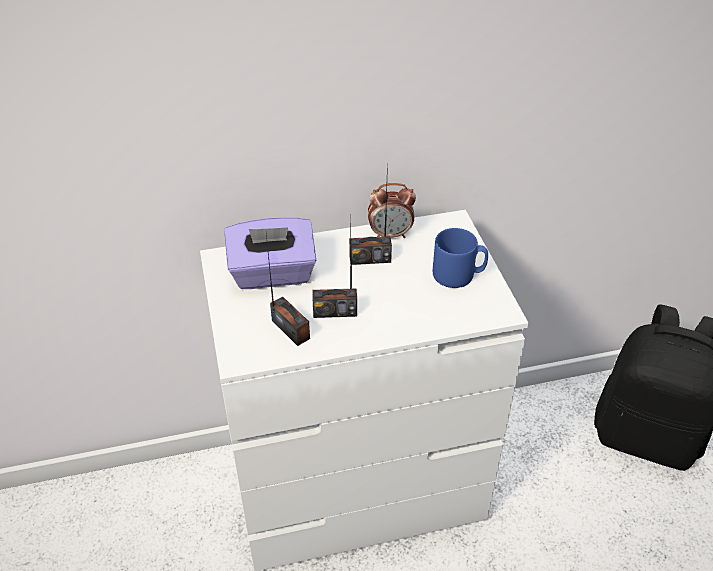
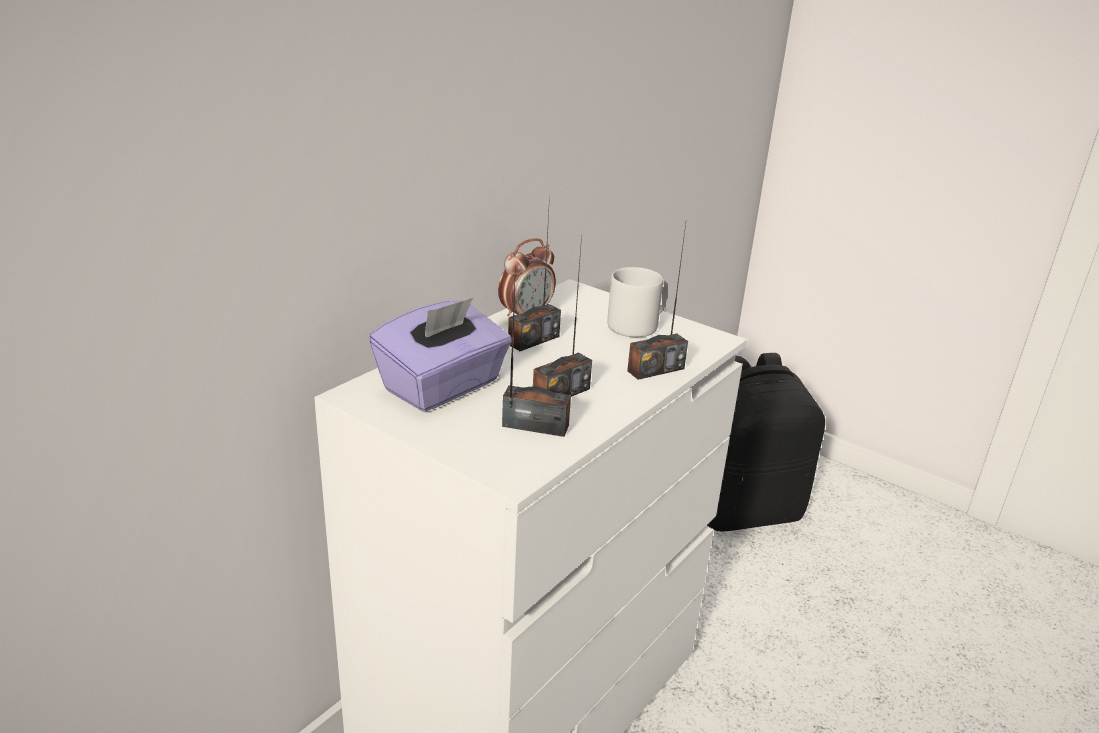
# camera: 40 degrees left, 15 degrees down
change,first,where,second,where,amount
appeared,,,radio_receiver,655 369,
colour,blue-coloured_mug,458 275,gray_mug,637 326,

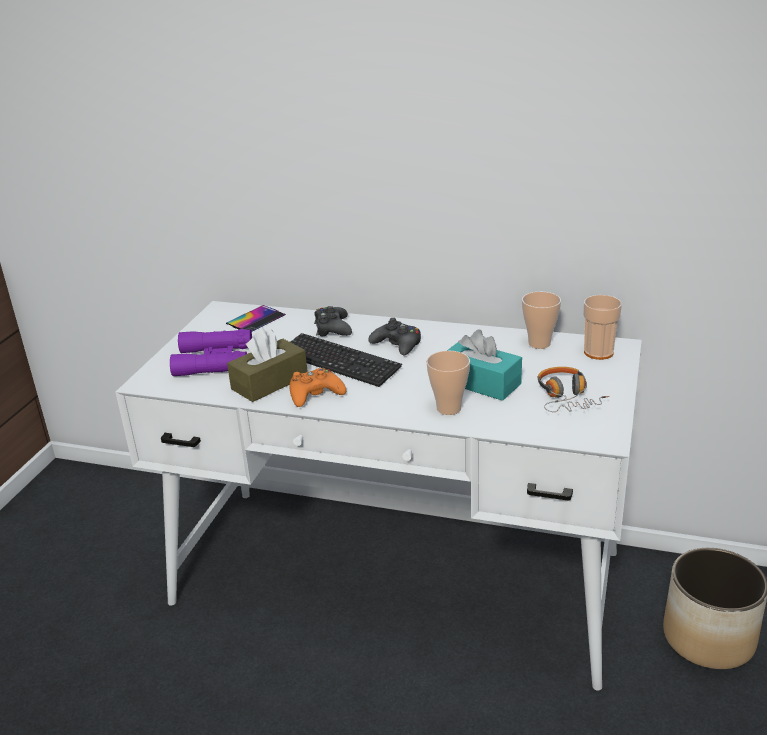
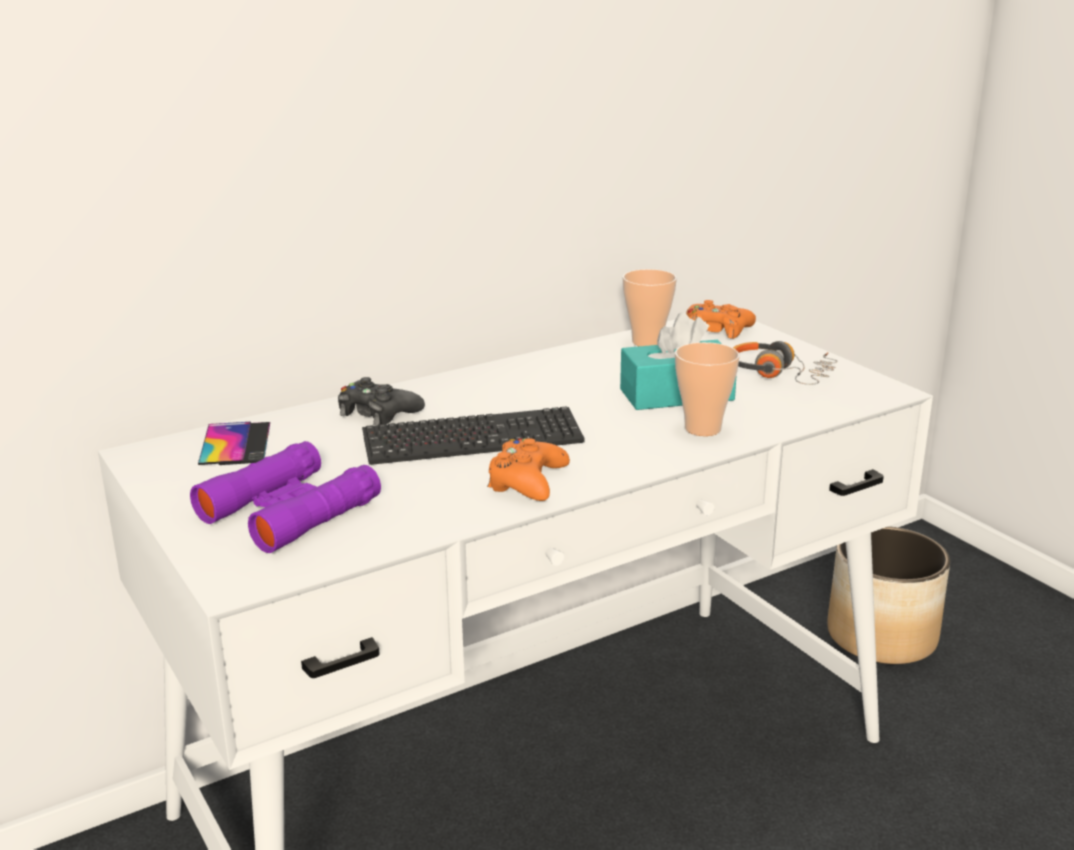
# camera: 50 degrees left, 5 degrees down
change,first,where,second,where,amount
missing,brown_box_of_tissues,269 382,,,
missing,blackish_gamepad,397 344,,,
exchanged,cup,598 352,orange_gamepad,717 330,

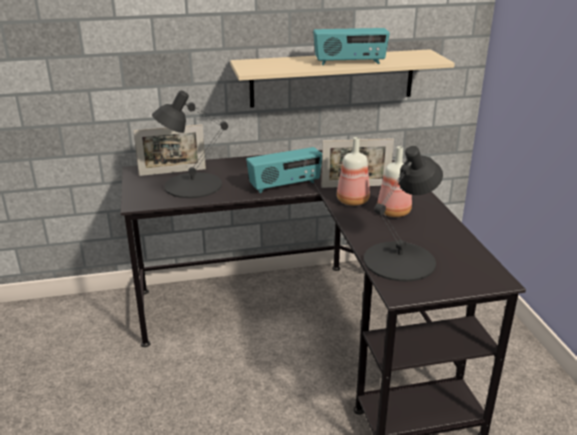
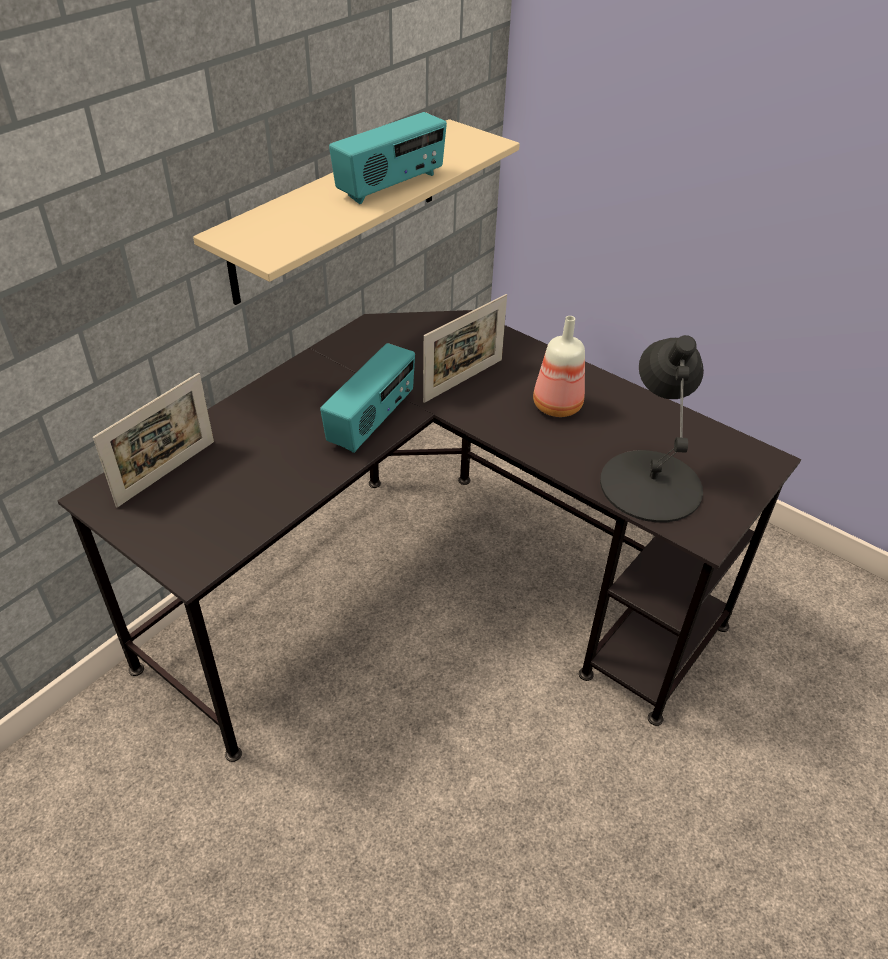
# camera: 40 degrees left, 15 degrees up
change,first,where,second,where,amount
missing,blackish_table_lamp,192 185,,,
missing,drink_bottle,351 200,,,

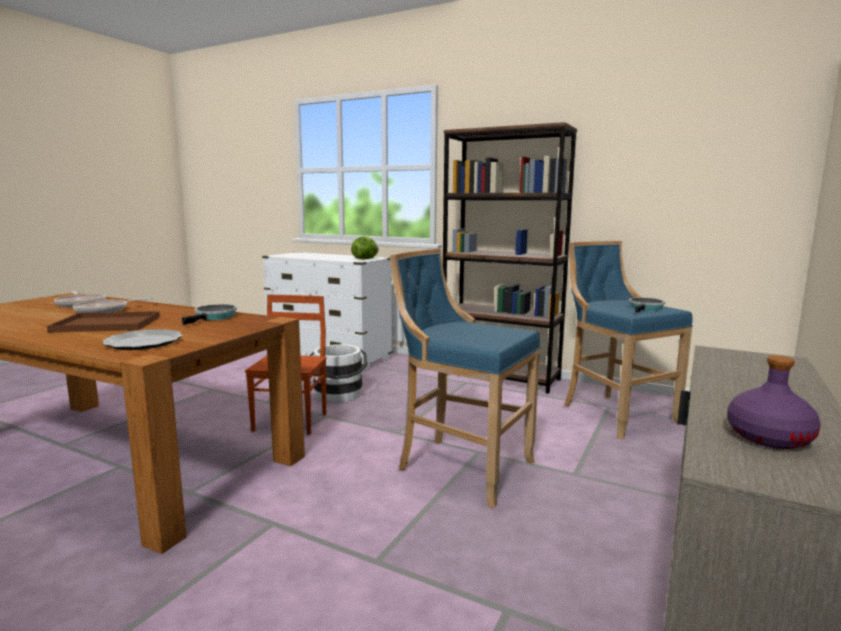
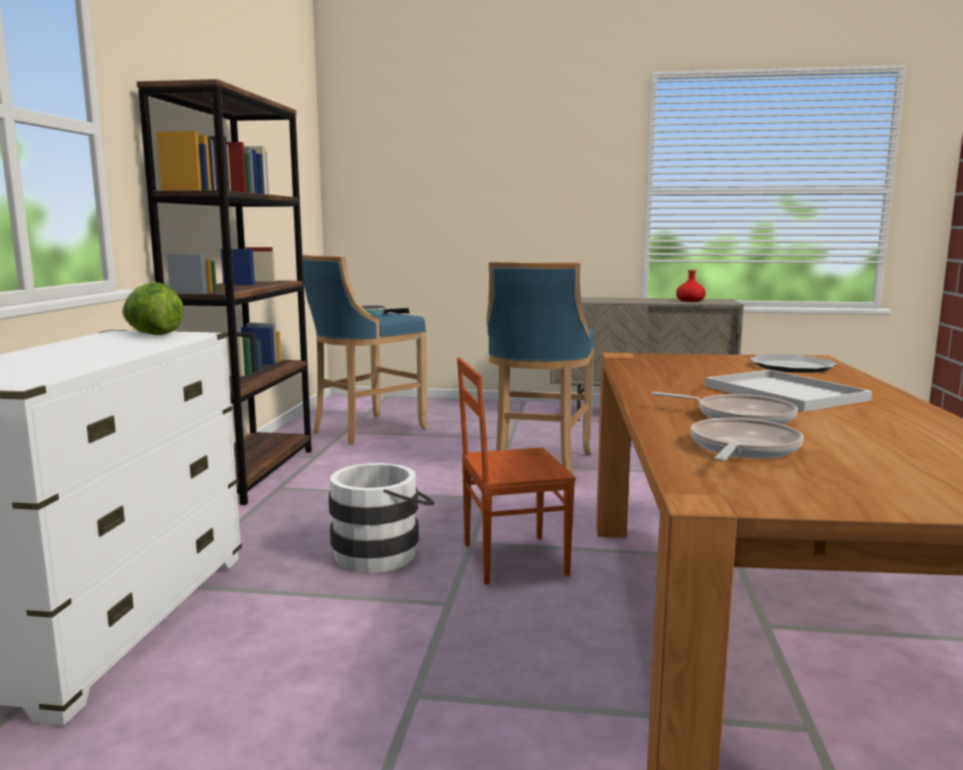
# camera: 110 degrees left, 0 degrees up
change,first,where,second,where,amount
missing,skillet,214 317,,,
colour,brown_carrying_tray,109 324,white-coloured_carrying_tray,781 392,
colour,purple-coloured_drink_bottle,768 437,reddish_drink_bottle,690 301,

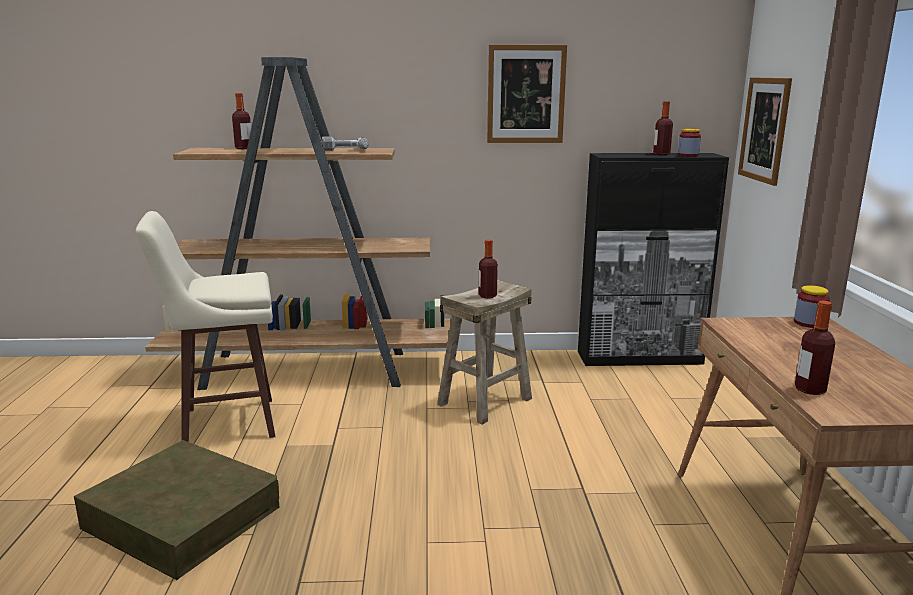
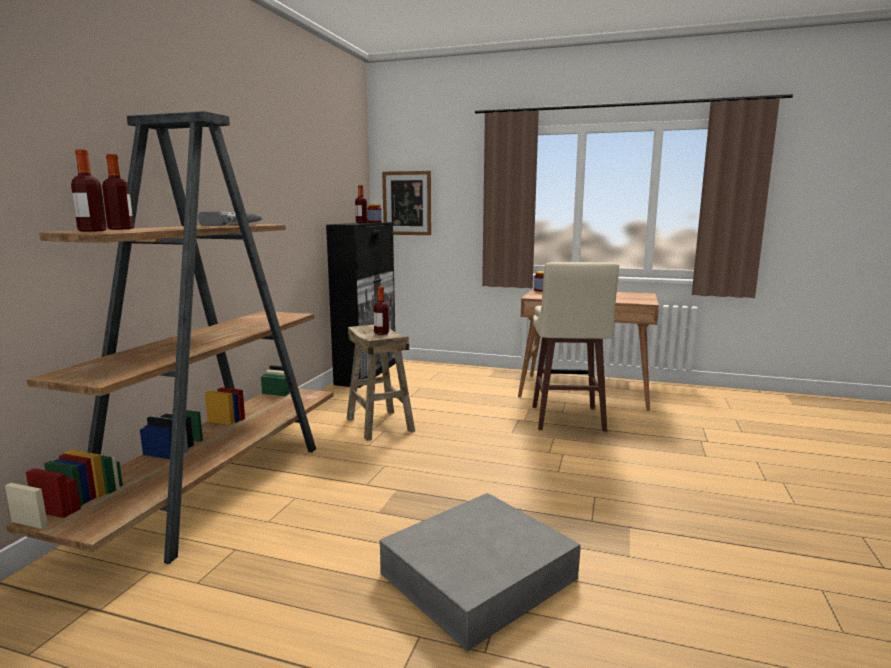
# camera: 70 degrees left, 5 degrees down
change,first,where,second,where,amount
missing,wall_picture,526 94,,,
relocated,beige-coloured_stool,225 423,,567 419,
relocated,drink_bottle,810 389,,92 231,
colour,brown_storage_box,182 517,gray_storage_box,478 575,

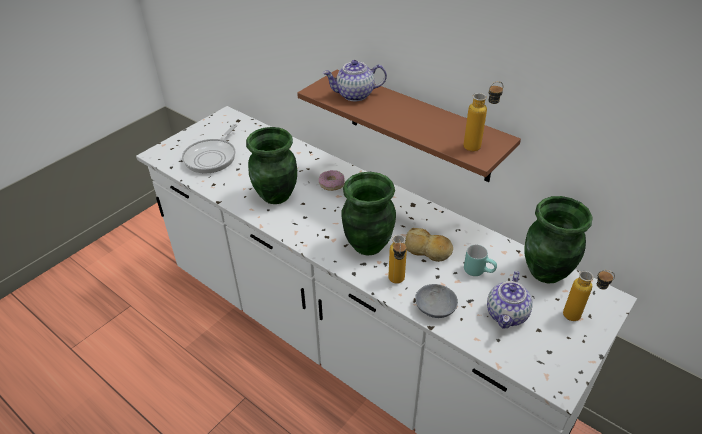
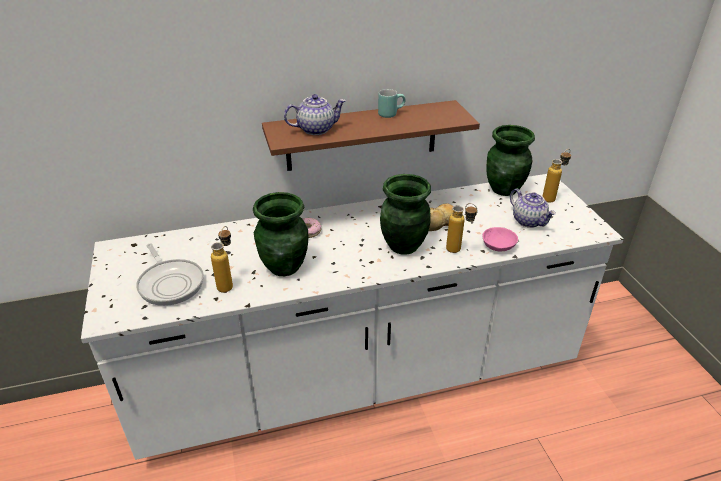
# camera: 55 degrees left, 5 degrees down
change,first,where,second,where,amount
relocated,drink_bottle,478 146,,228 283,
relocated,turquoise-coloured_mug,479 271,,390 113,
colour,gray_serving_bowl,434 308,pink-coloured_serving_bowl,498 246,
spun,pot_for_tea,354 95,,316 129,135 degrees counterclockwise

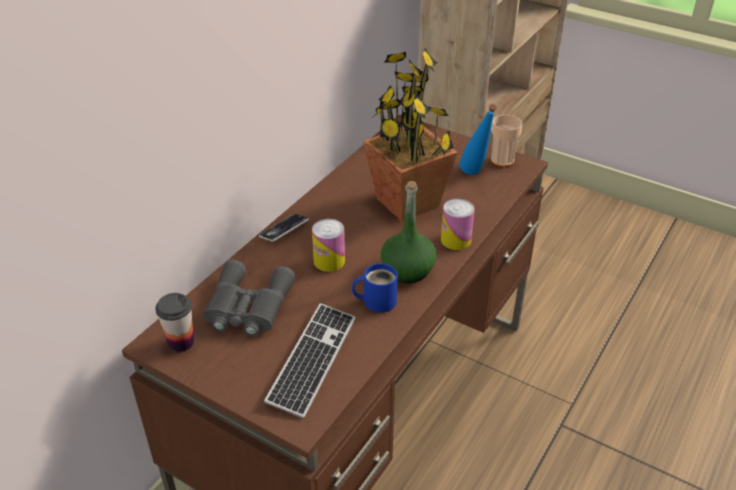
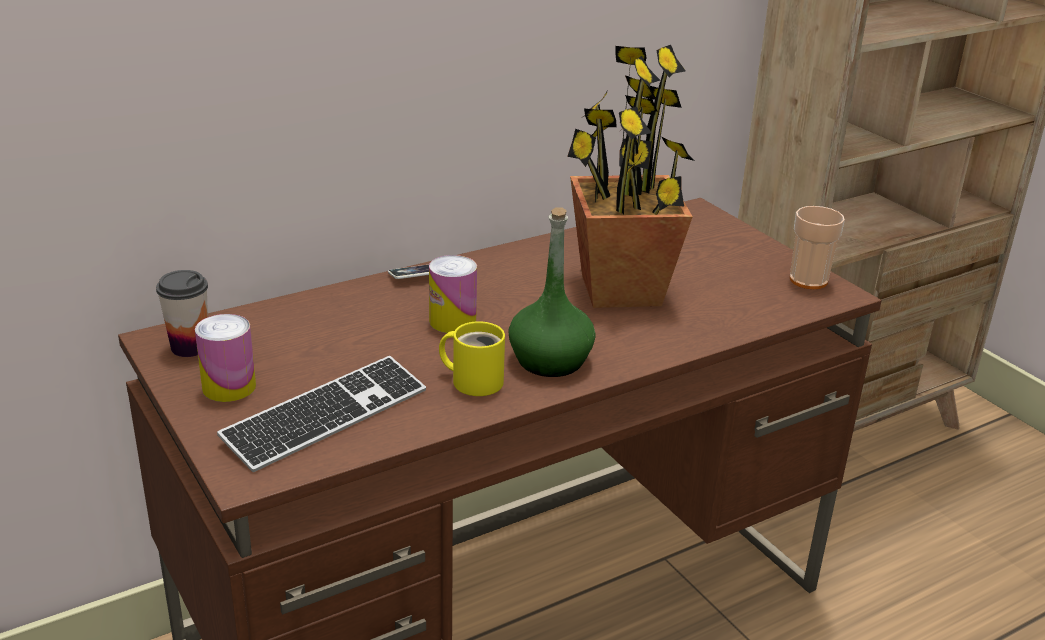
# camera: 25 degrees right, 10 degrees down
change,first,where,second,where,amount
missing,gray_binoculars,247 307,,,
missing,blue-coloured_drink_bottle,475 176,,,
relocated,sealed_can,456 240,,229 387,
colour,blue-coloured_mug,376 300,yellowish_mug,474 380,

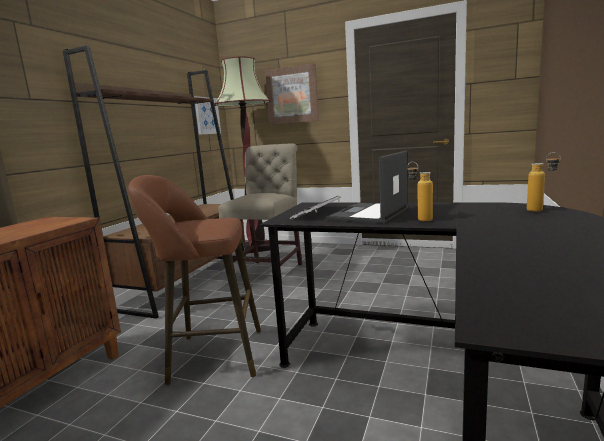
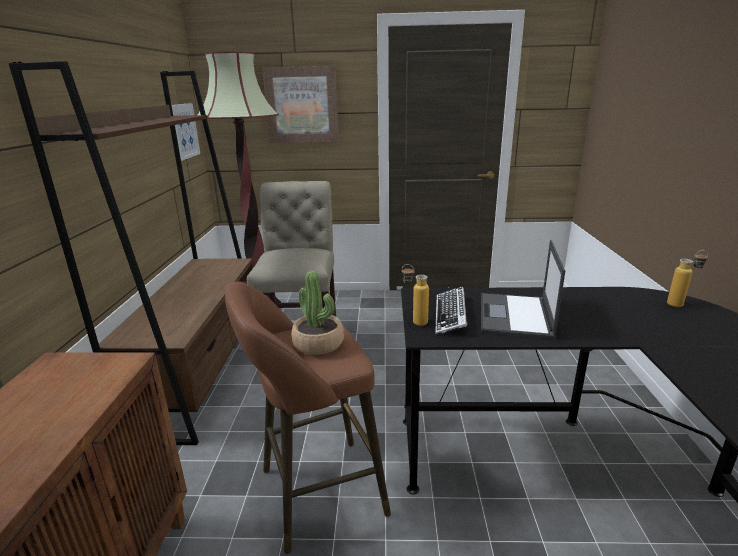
# camera: 20 degrees left, 10 degrees up
change,first,where,second,where,amount
appeared,,,plant_in_a_pot,318 343,
relocated,drink_bottle,419 219,,414 321,

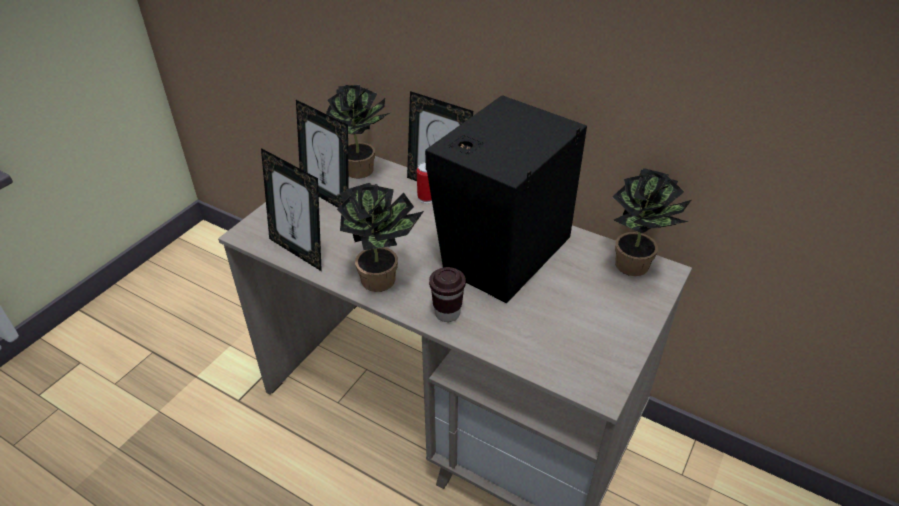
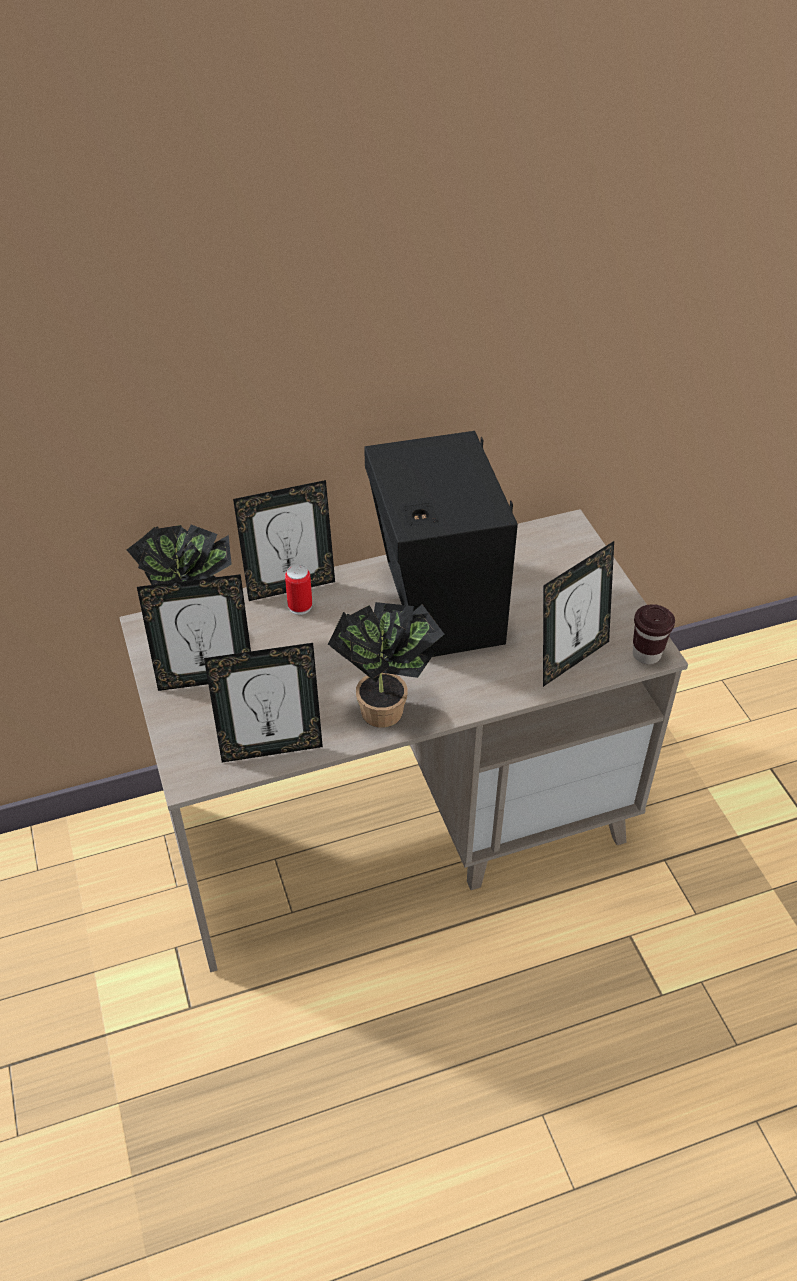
# camera: 50 degrees left, 5 degrees up
change,first,where,second,where,amount
missing,plant_in_a_pot,636 267,,,
appeared,,,photo_frame,570 659,
relocated,brown_cup,447 313,,646 654,

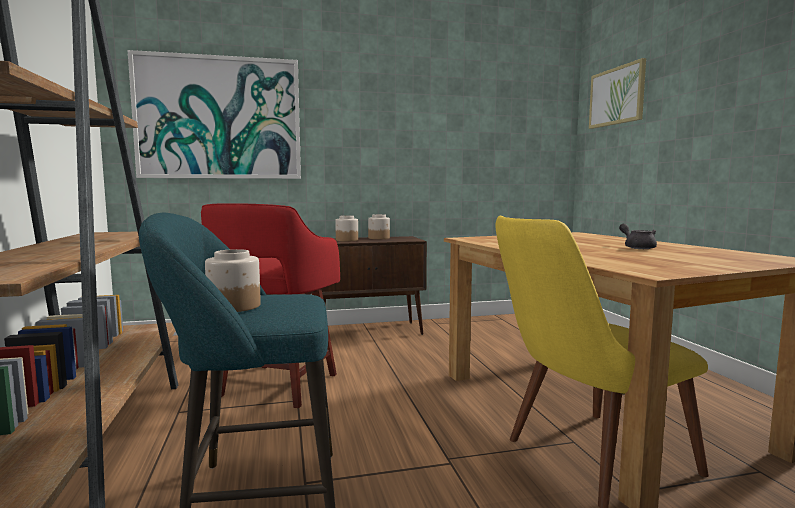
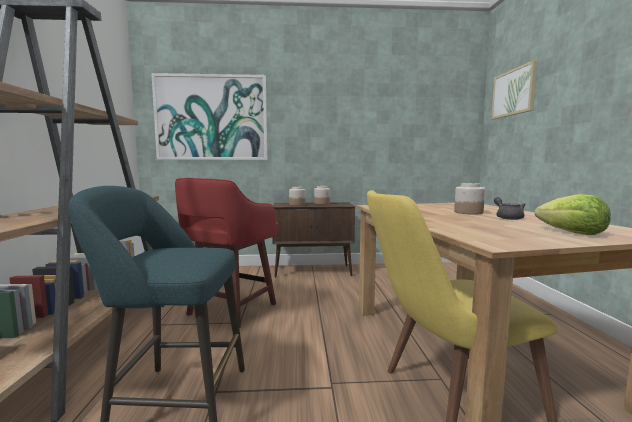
# camera: 10 degrees right, 0 degrees up
change,first,where,second,where,amount
appeared,,,head_of_lettuce,572 233,
relocated,storage_jar,233 306,,468 212,

